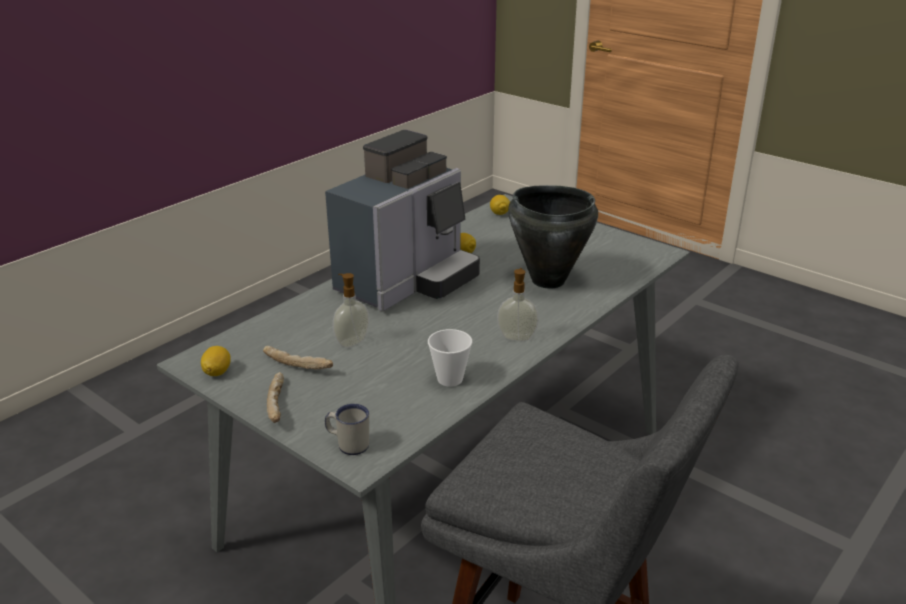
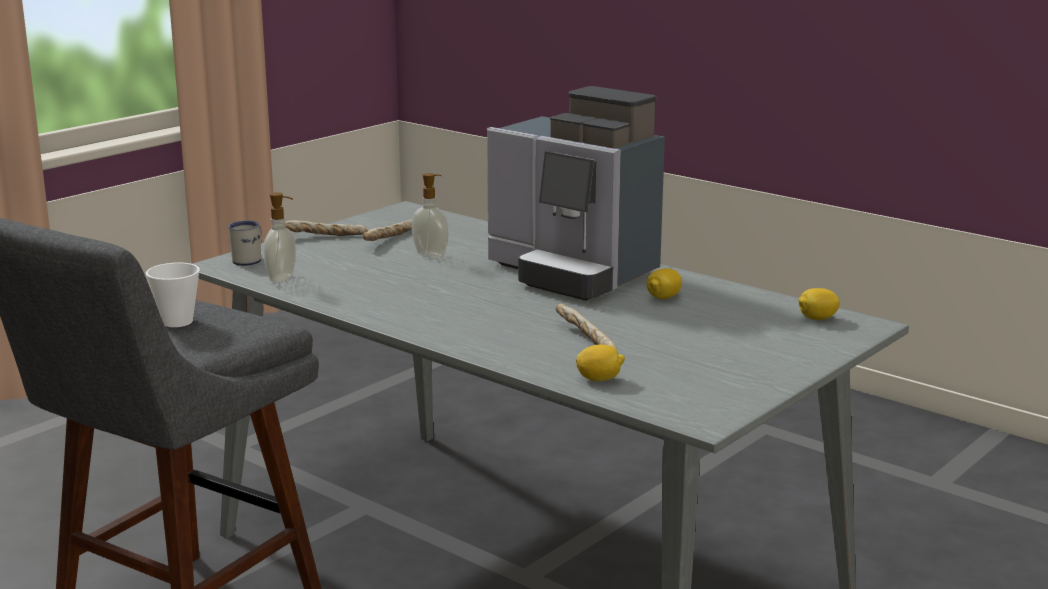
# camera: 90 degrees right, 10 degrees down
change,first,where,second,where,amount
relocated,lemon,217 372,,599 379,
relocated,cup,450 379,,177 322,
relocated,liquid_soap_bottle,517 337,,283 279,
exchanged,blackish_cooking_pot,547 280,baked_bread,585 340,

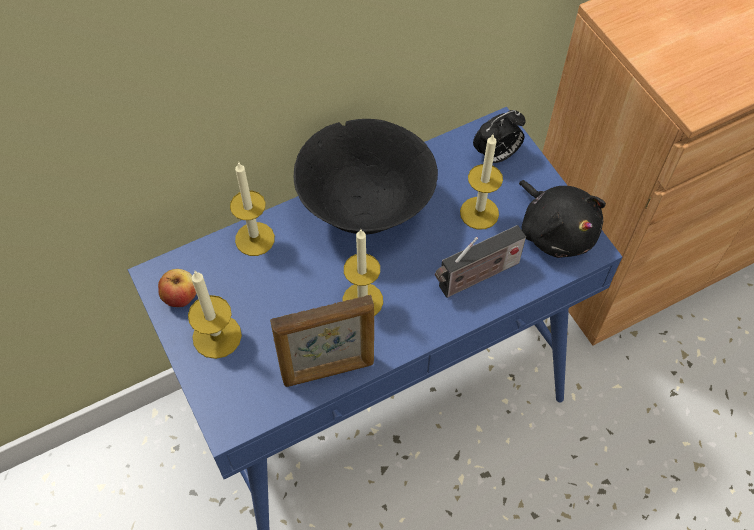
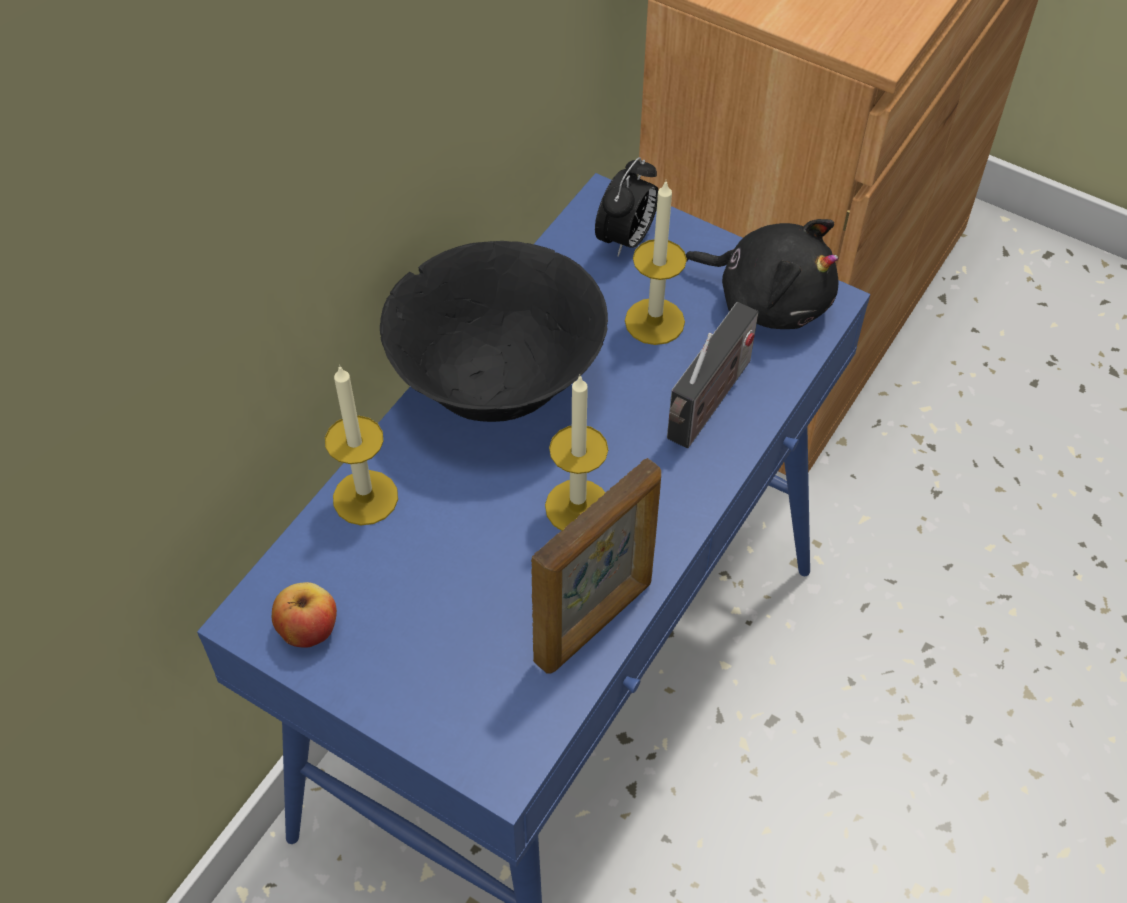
# camera: 30 degrees left, 5 degrees down
change,first,where,second,where,amount
missing,candle,217 336,,,

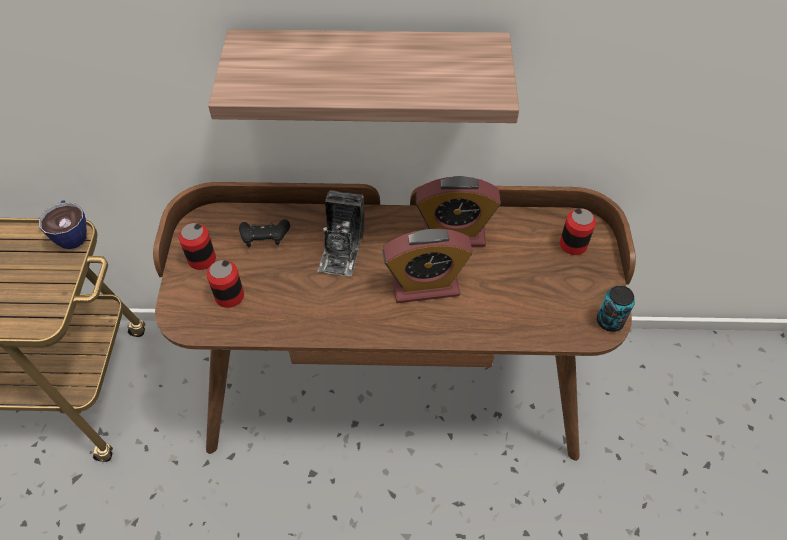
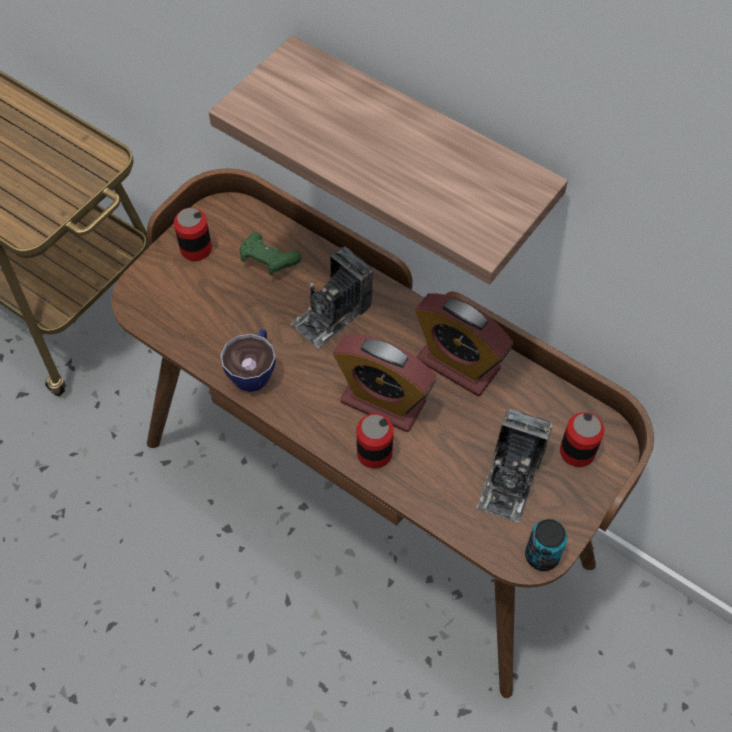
# camera: 35 degrees right, 5 degrees up
change,first,where,second,where,amount
appeared,,,still_camera,510 479,
relocated,cup,72 233,,254 370,
relocated,sealed_can,229 296,,374 453,
colour,blackish_gamepad,265 239,green-coloured_gamepad,268 261,

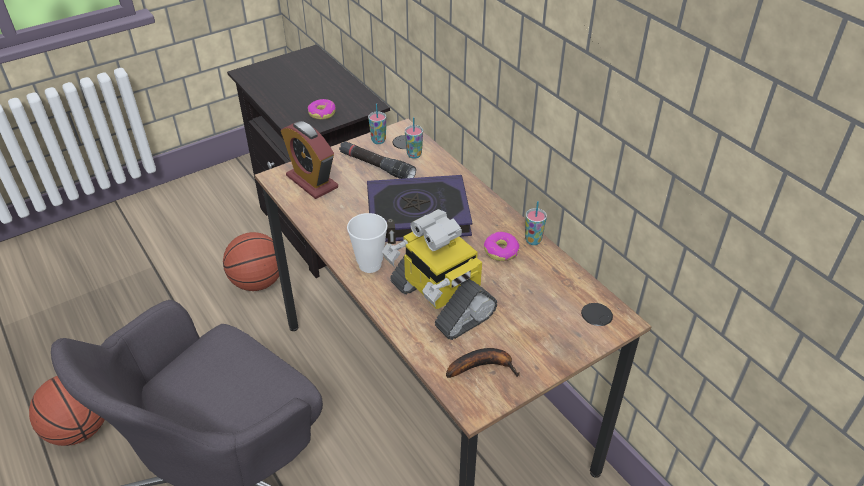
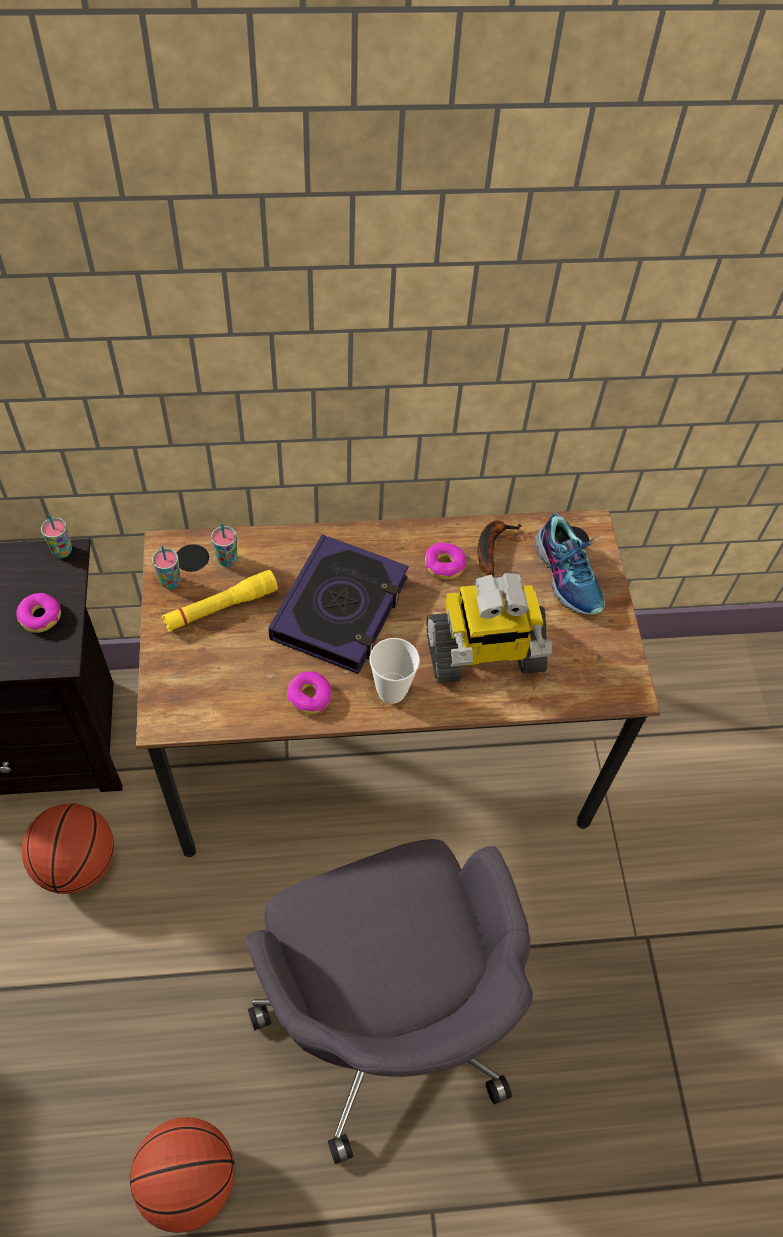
# camera: 65 degrees left, 15 degrees up
change,first,where,second,where,amount
missing,bedside_clock,312 182,,,
appeared,,,donut,309 697,
appeared,,,shoe,568 575,
relocated,whole_banana,483 366,,491 546,
relocated,cup,533 240,,62 551,
colour,blackish_torch,376 166,yellowish_torch,221 607,

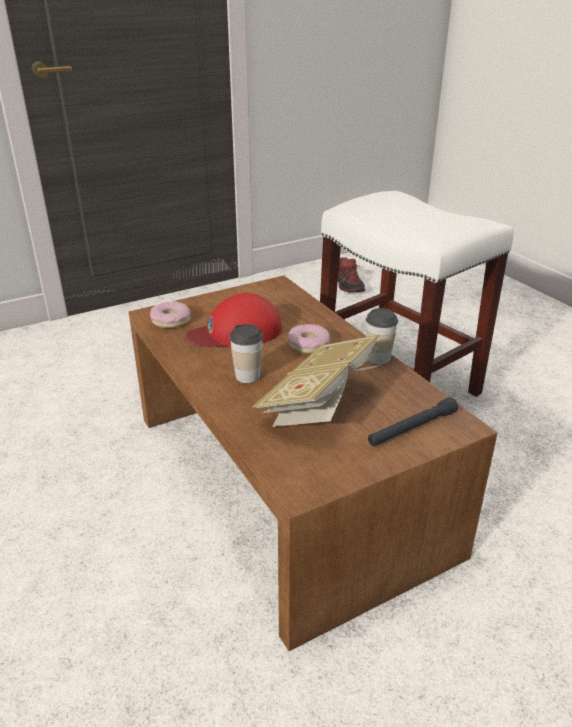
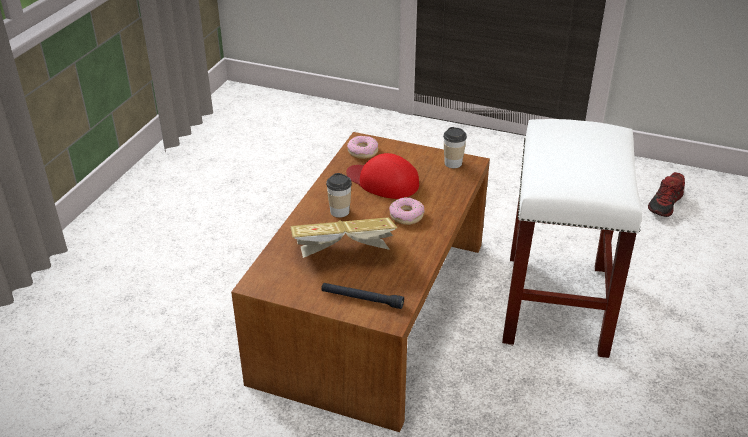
# camera: 50 degrees right, 5 degrees up
change,first,where,second,where,amount
relocated,cup,378 358,,453 163,

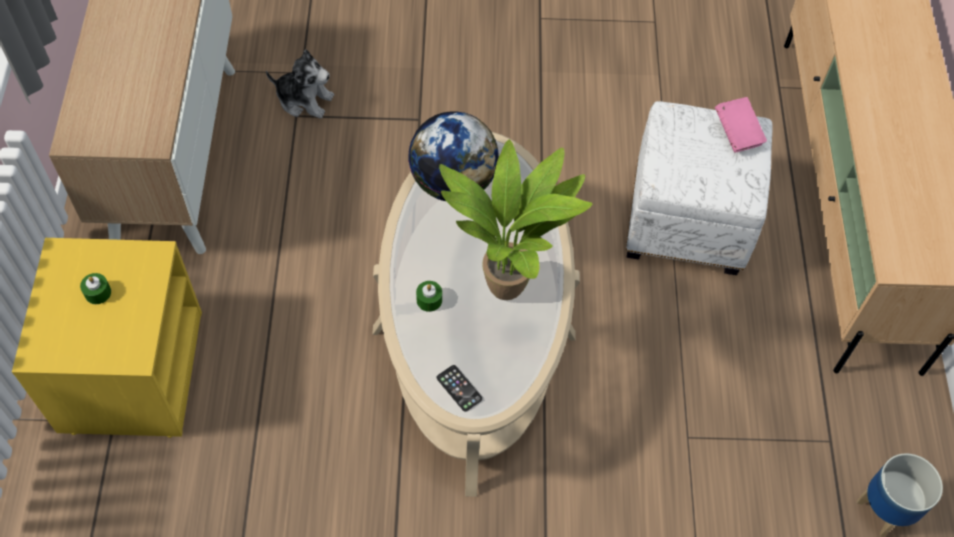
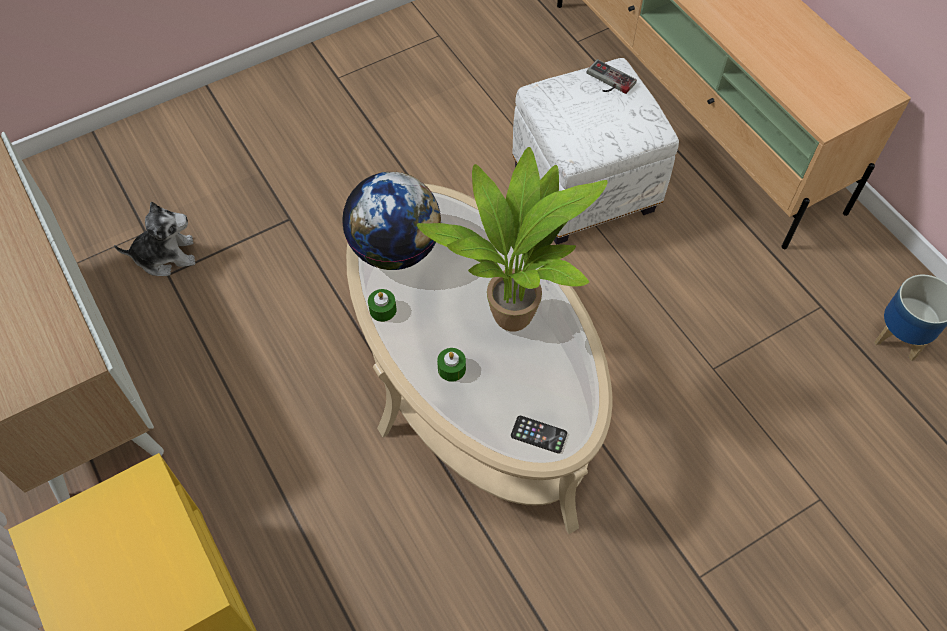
# camera: 30 degrees left, 0 degrees up
change,first,where,second,where,amount
relocated,green-coloured_candle,98 293,,382 310,
exchanged,pink-coloured_book,737 133,gamepad,608 81,

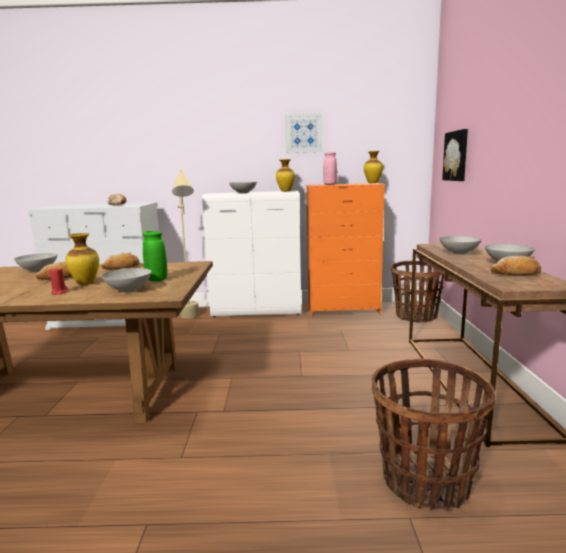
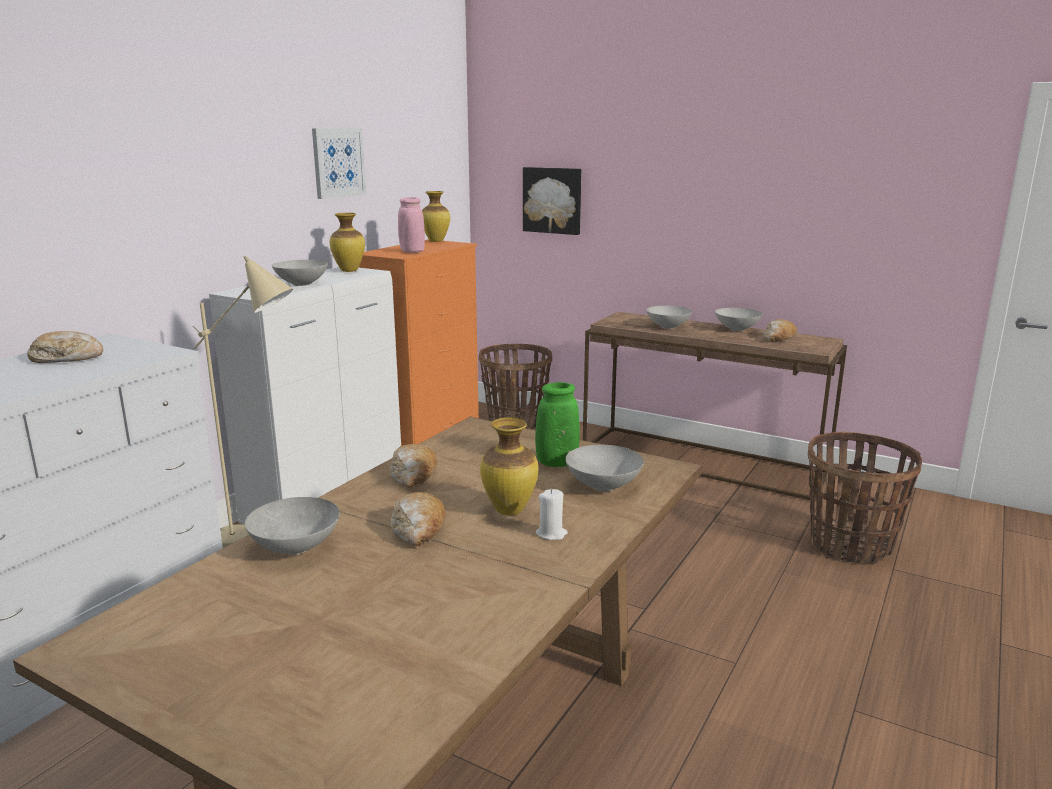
# camera: 60 degrees left, 5 degrees up
change,first,where,second,where,amount
colour,reddish_candle,59 292,white-coloured_candle,551 534,

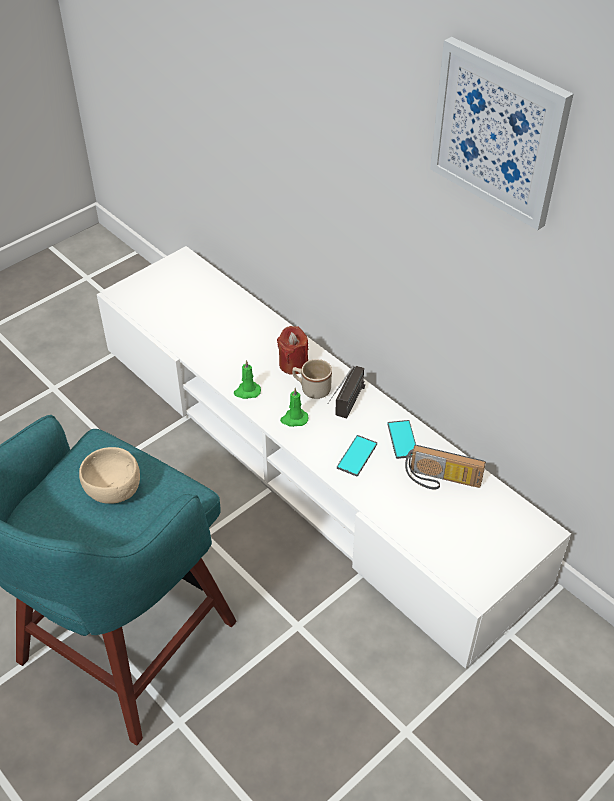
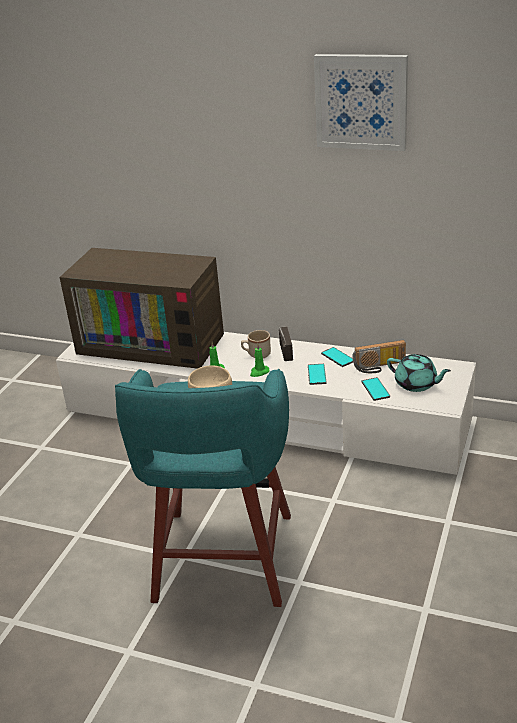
# camera: 25 degrees left, 15 degrees down
change,first,where,second,where,amount
missing,reddish_candle,293 364,,,
appeared,,,TV,153 341,
appeared,,,handset,375 389,
appeared,,,turquoise-coloured_pot_for_tea,416 384,

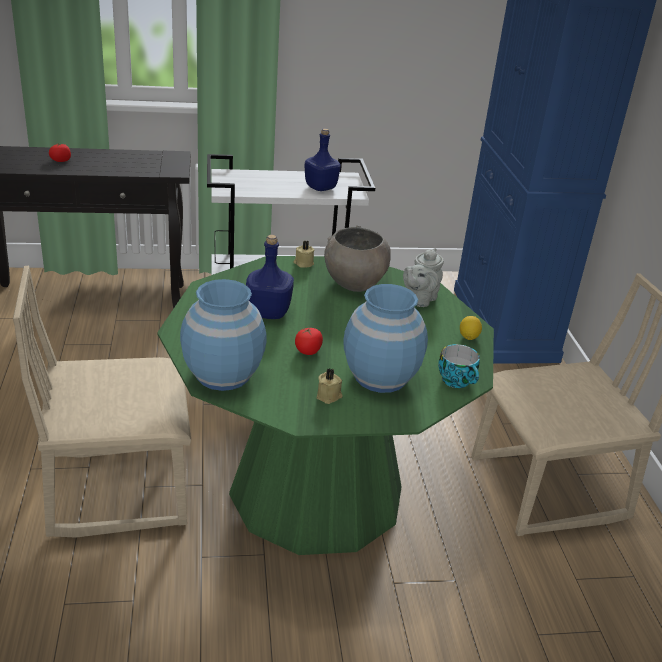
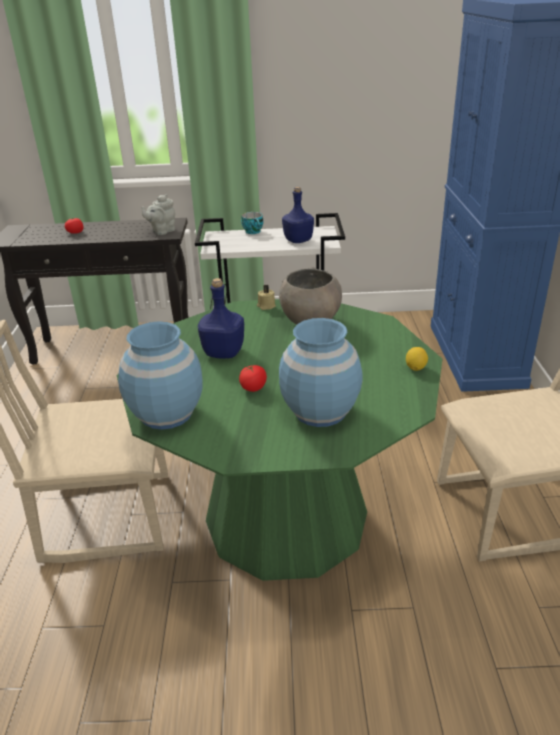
# camera: 10 degrees right, 0 degrees up
change,first,where,second,where,amount
missing,beige-coloured_candle,329 396,,,
relocated,gray_pot_for_tea,419 299,,162 231,
relocated,cup,457 381,,254 232,

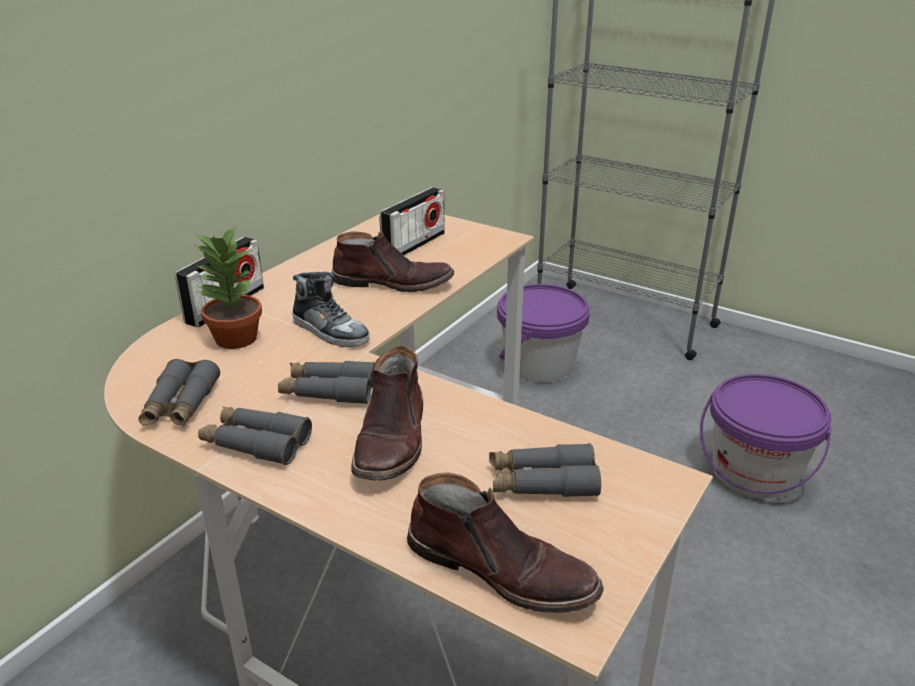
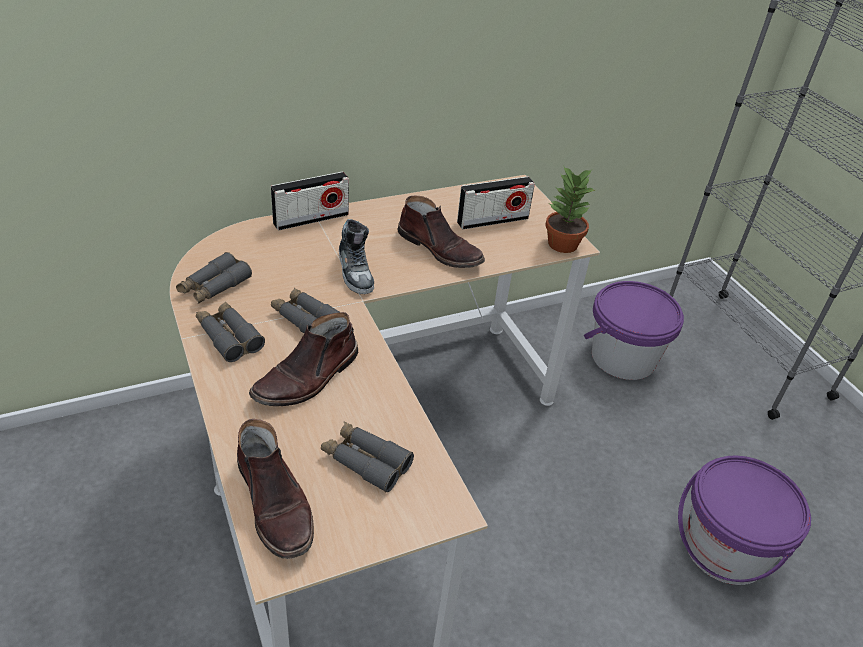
# camera: 30 degrees right, 10 degrees up
change,first,where,second,where,amount
relocated,plant_in_a_pot,235 339,,561 244,

